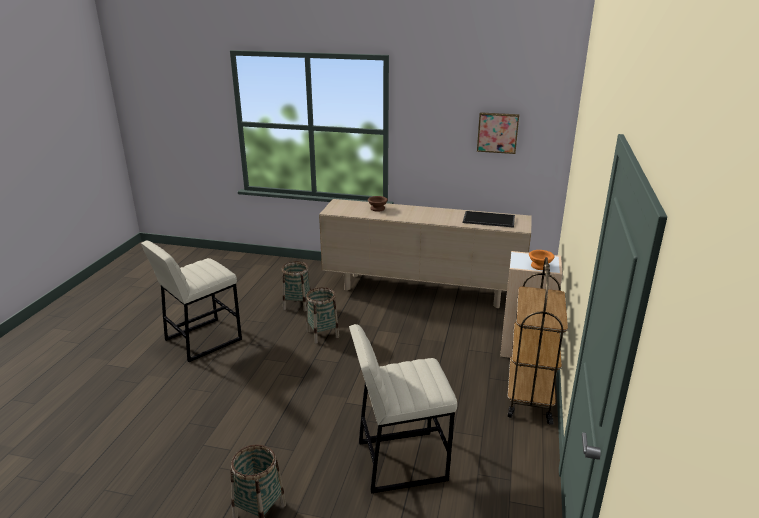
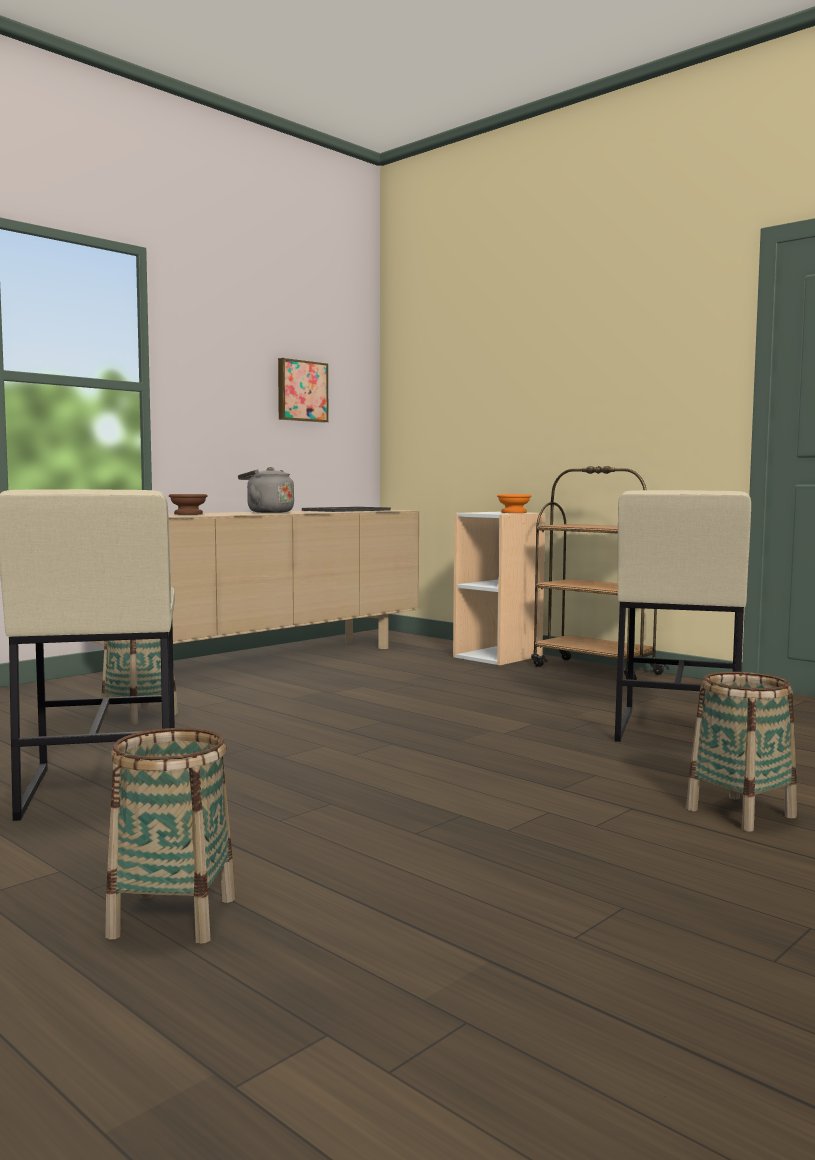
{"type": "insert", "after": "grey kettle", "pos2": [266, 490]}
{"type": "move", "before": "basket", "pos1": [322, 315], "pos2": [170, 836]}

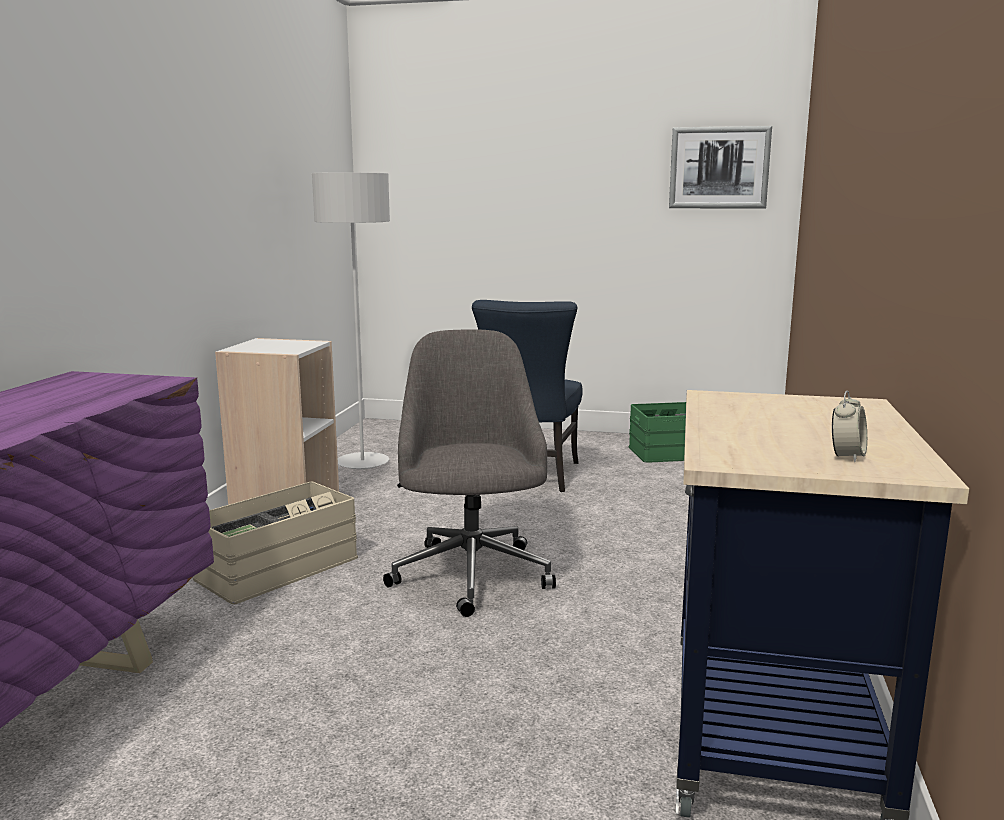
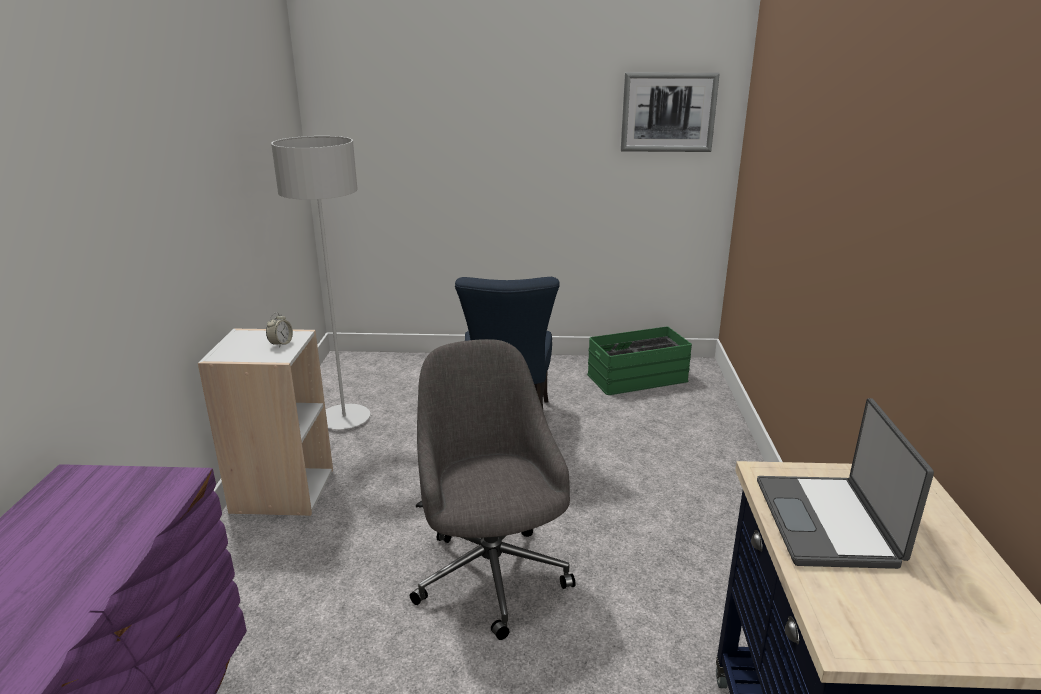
{"type": "delete", "before": "beige storage box", "pos1": [275, 543]}
{"type": "insert", "after": "laptop", "pos2": [845, 483]}
{"type": "move", "before": "alarm clock", "pos1": [849, 426], "pos2": [279, 330]}

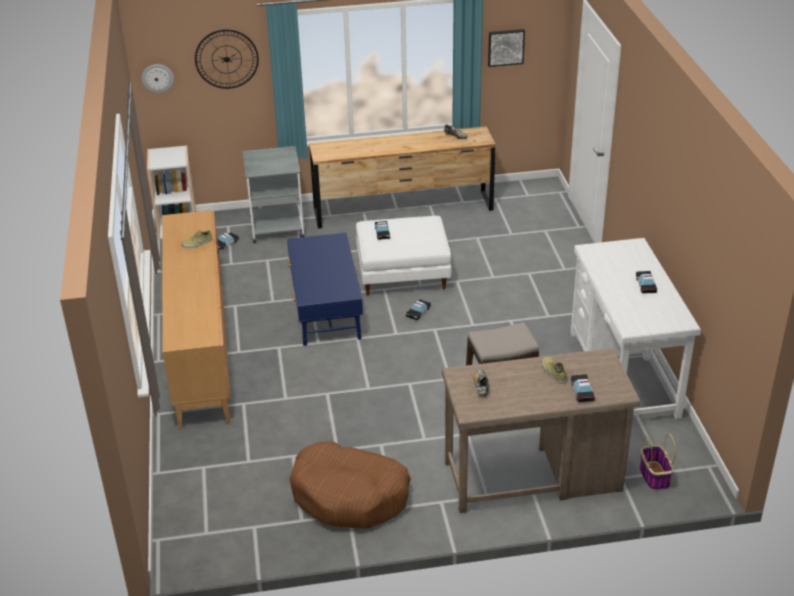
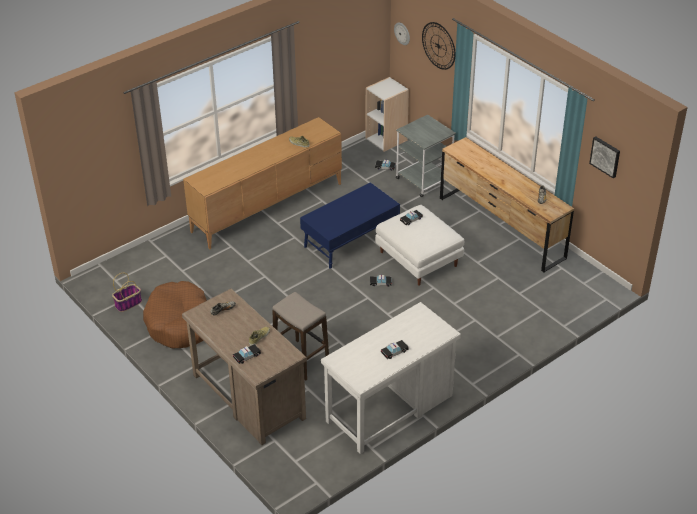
{"type": "move", "before": "basket", "pos1": [657, 462], "pos2": [127, 292]}

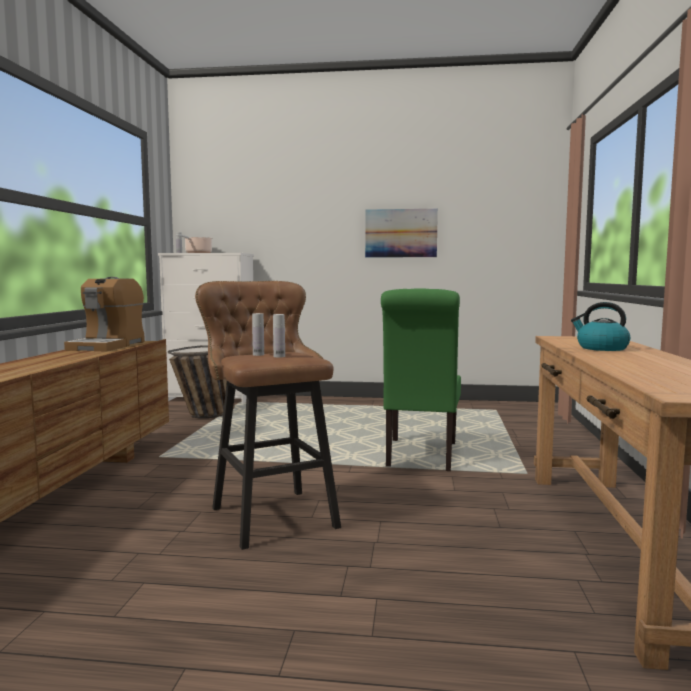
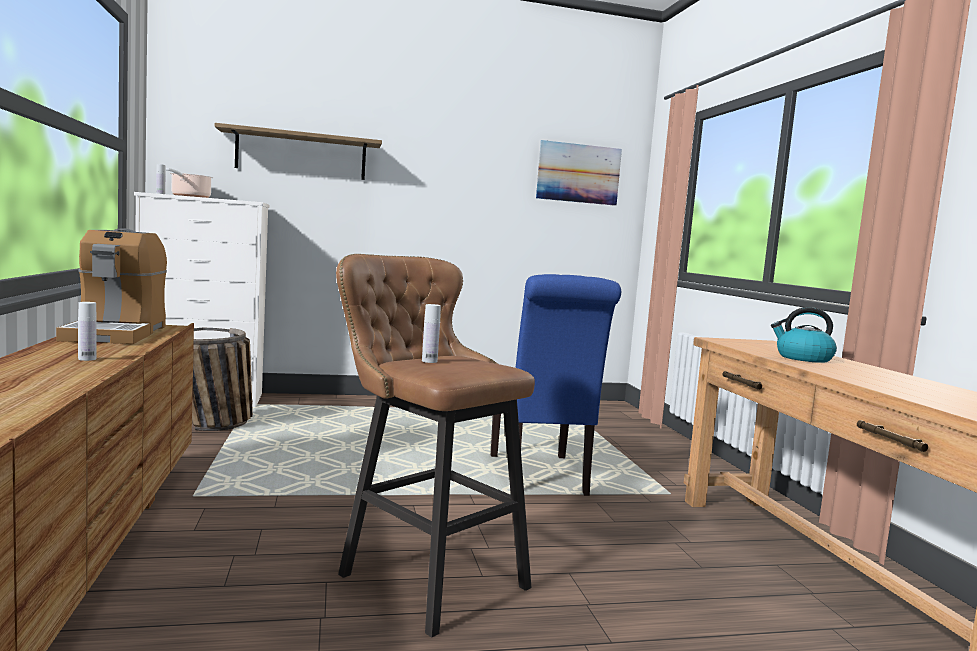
{"type": "insert", "after": "shelf", "pos2": [298, 151]}
{"type": "move", "before": "white bottle", "pos1": [279, 336], "pos2": [87, 331]}
{"type": "move", "before": "picture", "pos1": [401, 233], "pos2": [579, 173]}
{"type": "recolor", "before": "green chair", "after": "blue chair", "pos1": [421, 380], "pos2": [556, 385]}

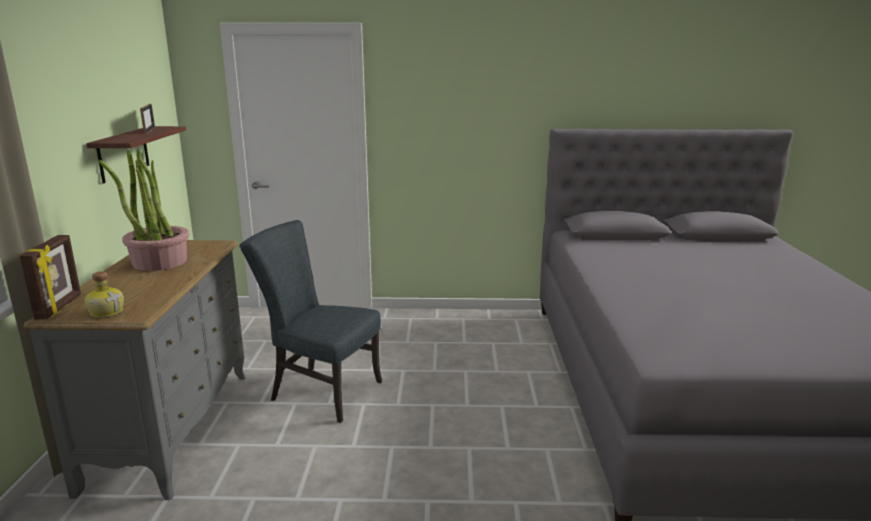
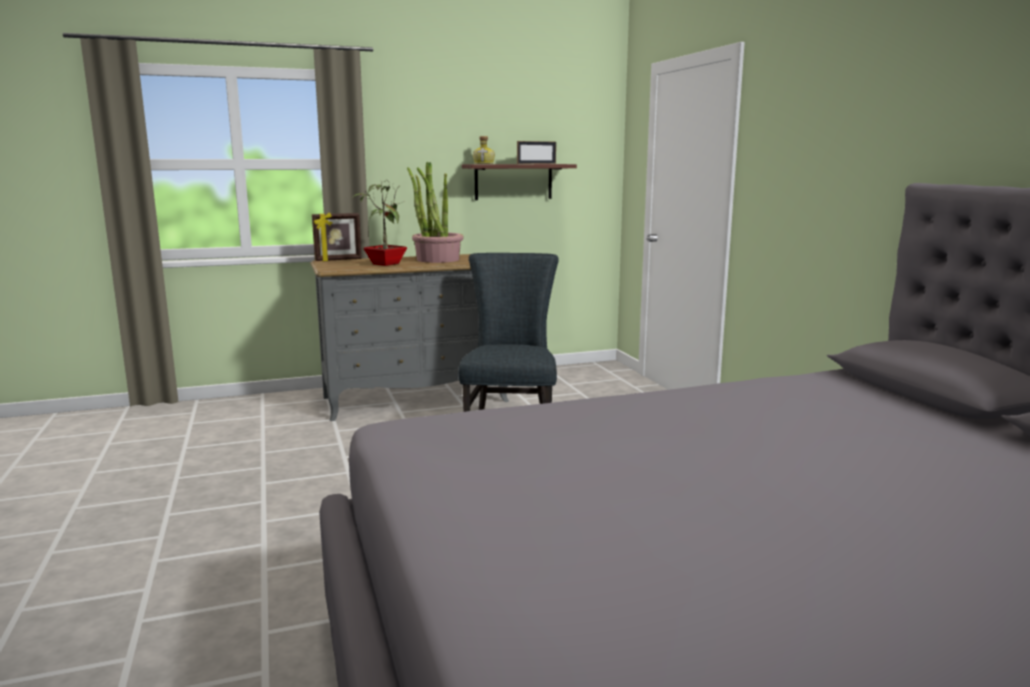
{"type": "insert", "after": "potted plant", "pos2": [379, 223]}
{"type": "move", "before": "bottle", "pos1": [104, 294], "pos2": [484, 150]}

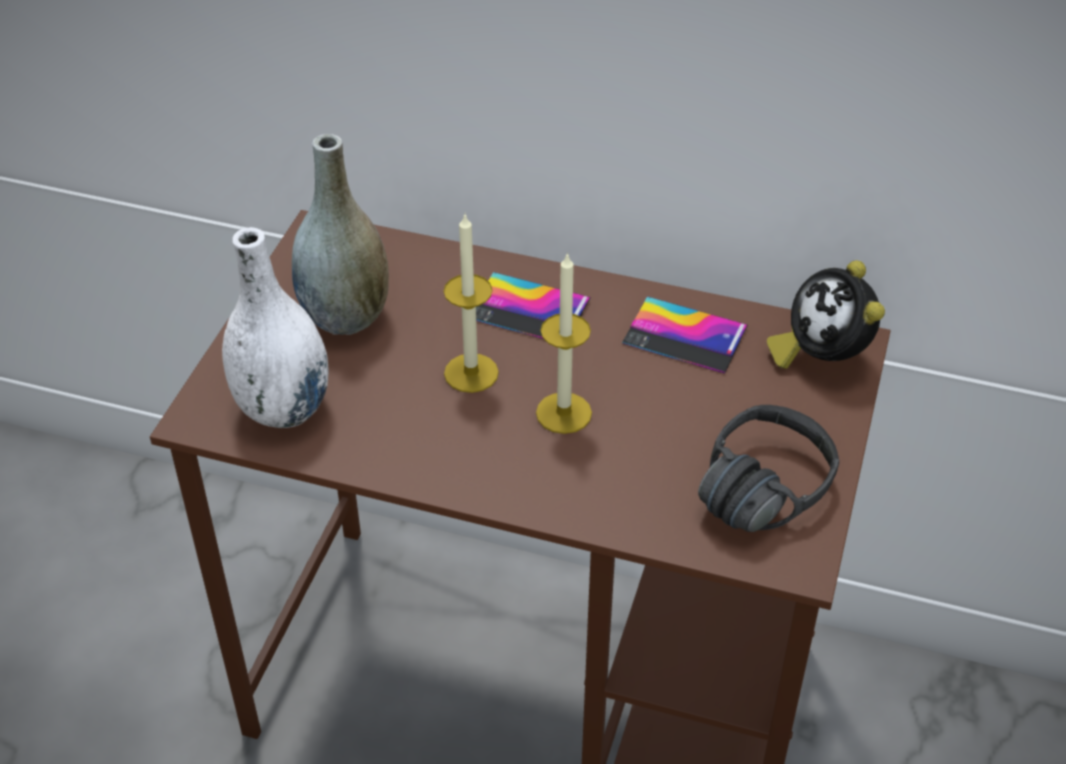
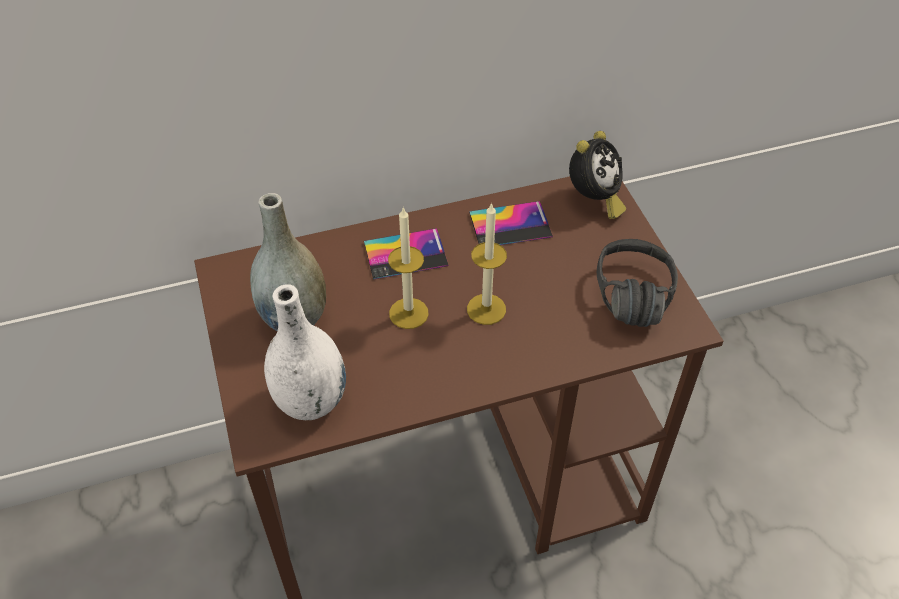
{"type": "rotate", "before": "alarm clock", "pos1": [826, 314], "pos2": [597, 175], "turn": -90}

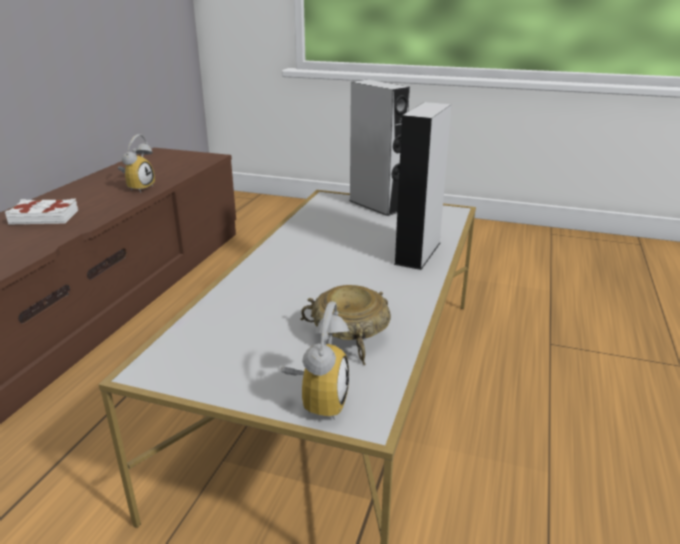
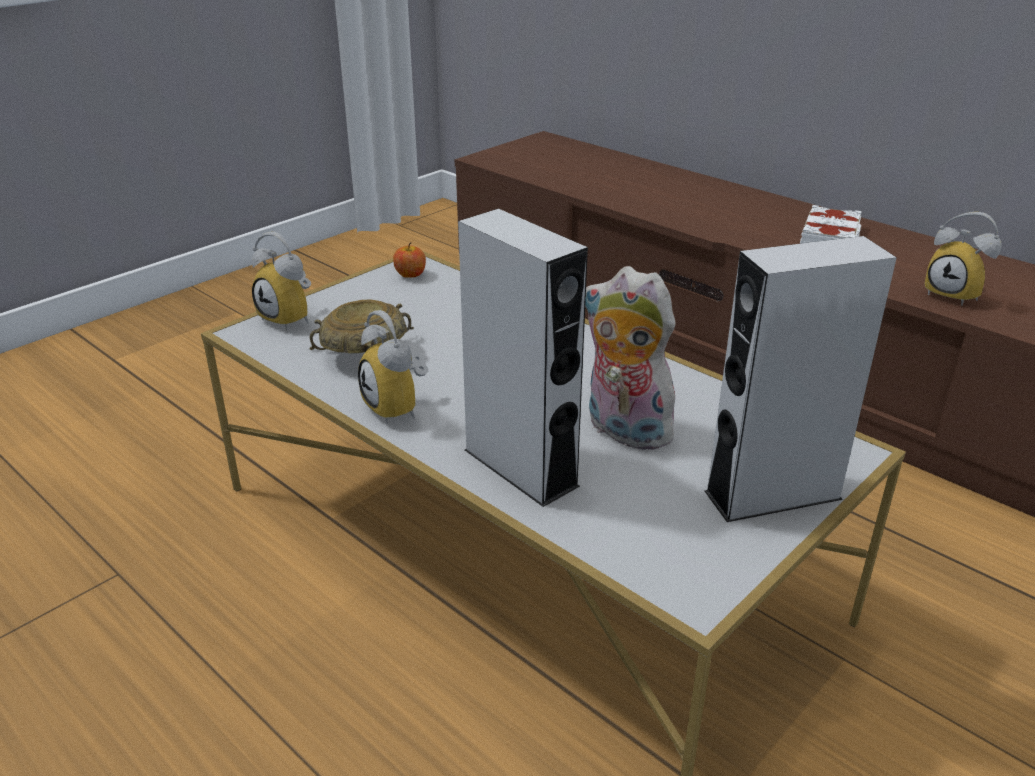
{"type": "insert", "after": "alarm clock", "pos2": [393, 367]}
{"type": "insert", "after": "apple", "pos2": [409, 260]}
{"type": "insert", "after": "plush toy", "pos2": [633, 358]}

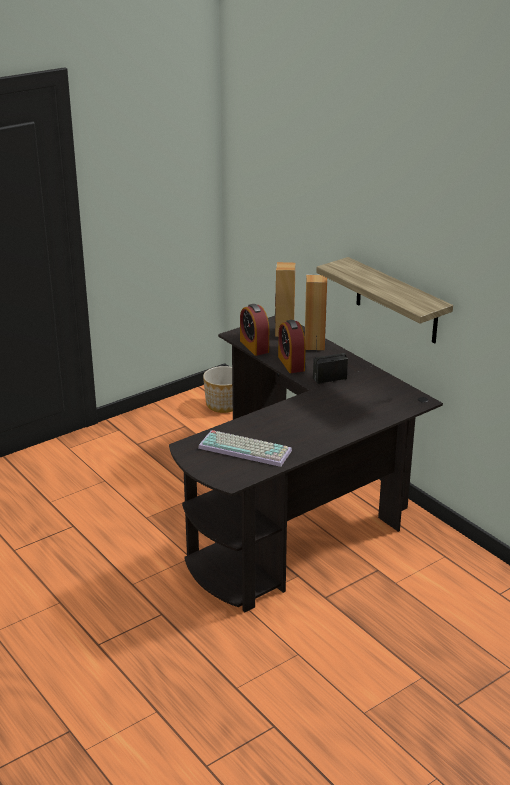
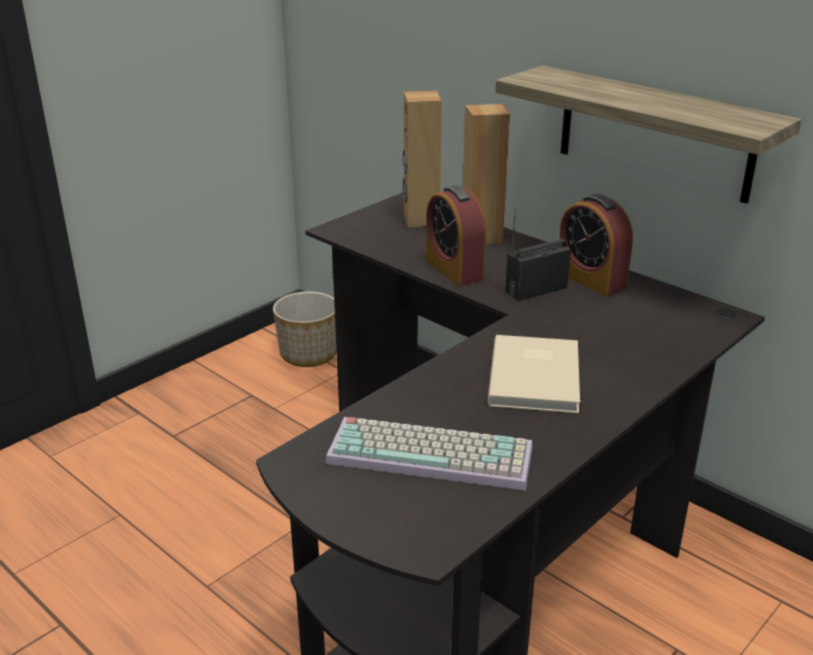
{"type": "insert", "after": "beige book", "pos2": [533, 374]}
{"type": "move", "before": "alarm clock", "pos1": [254, 330], "pos2": [596, 245]}

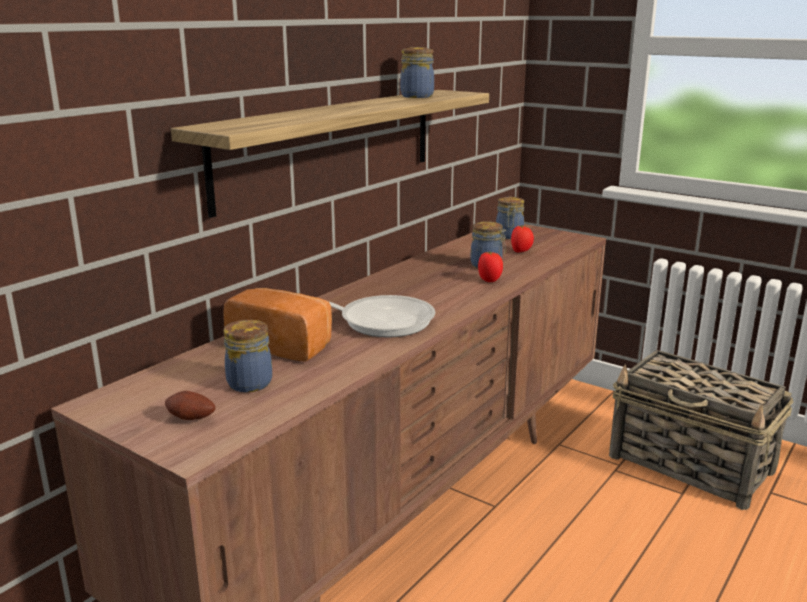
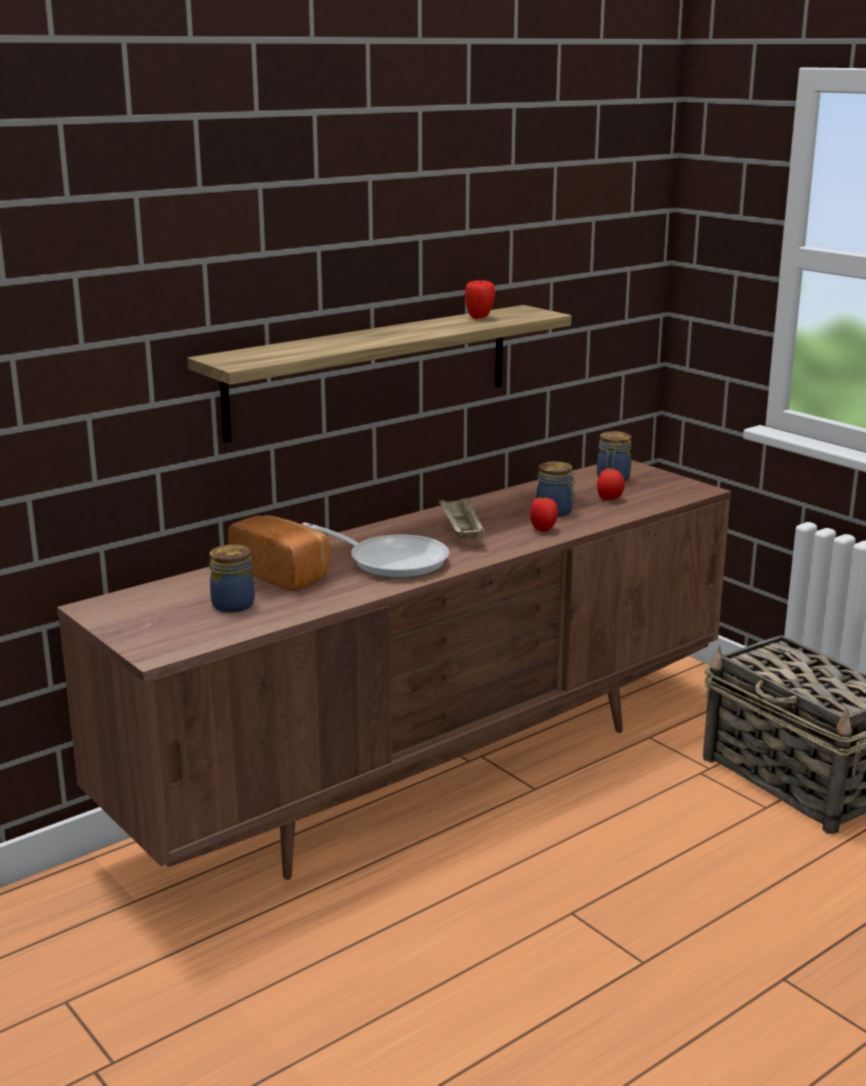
{"type": "delete", "before": "potato", "pos1": [190, 405]}
{"type": "insert", "after": "beige tray", "pos2": [462, 517]}
{"type": "replace", "before": "jar", "after": "apple", "pos1": [417, 72], "pos2": [480, 299]}

